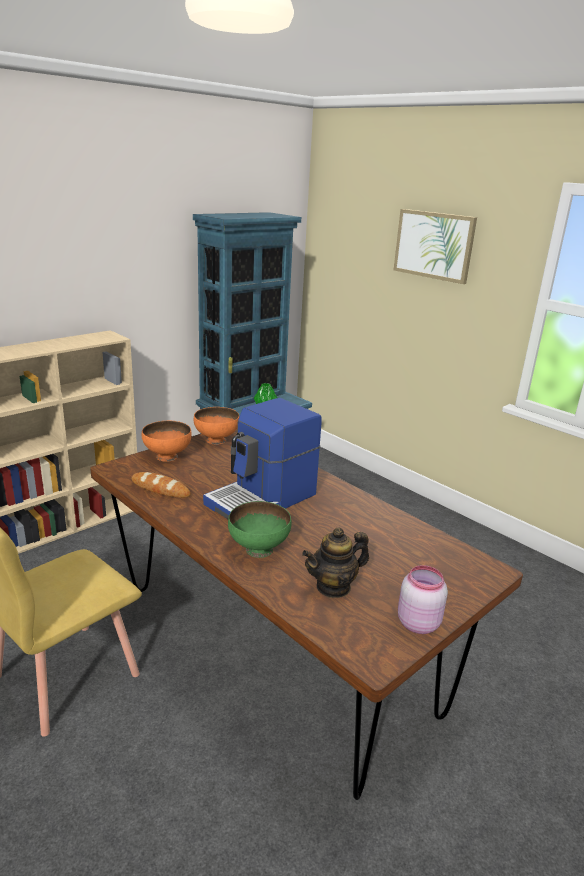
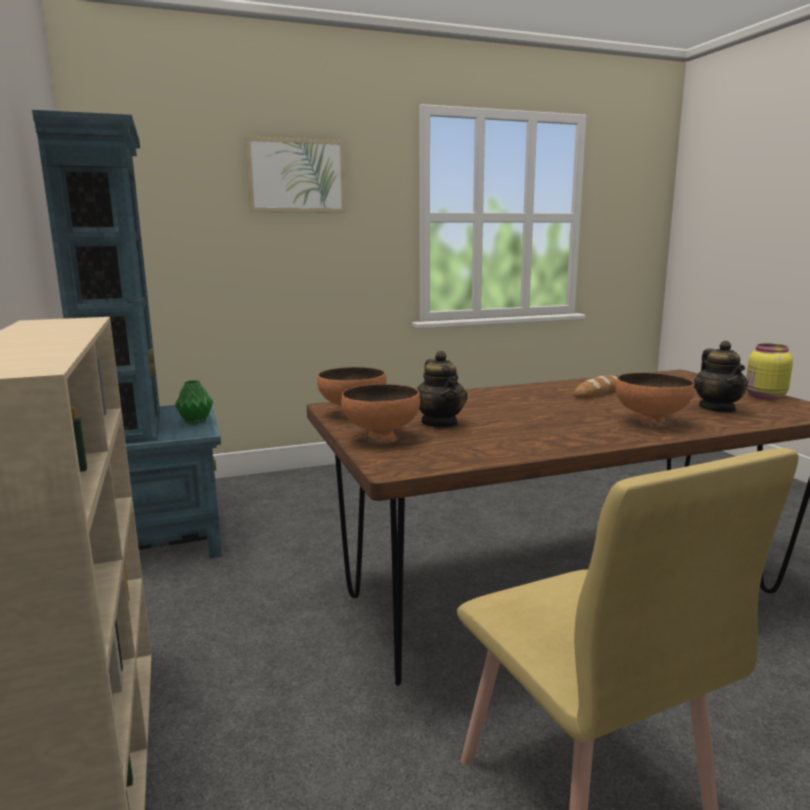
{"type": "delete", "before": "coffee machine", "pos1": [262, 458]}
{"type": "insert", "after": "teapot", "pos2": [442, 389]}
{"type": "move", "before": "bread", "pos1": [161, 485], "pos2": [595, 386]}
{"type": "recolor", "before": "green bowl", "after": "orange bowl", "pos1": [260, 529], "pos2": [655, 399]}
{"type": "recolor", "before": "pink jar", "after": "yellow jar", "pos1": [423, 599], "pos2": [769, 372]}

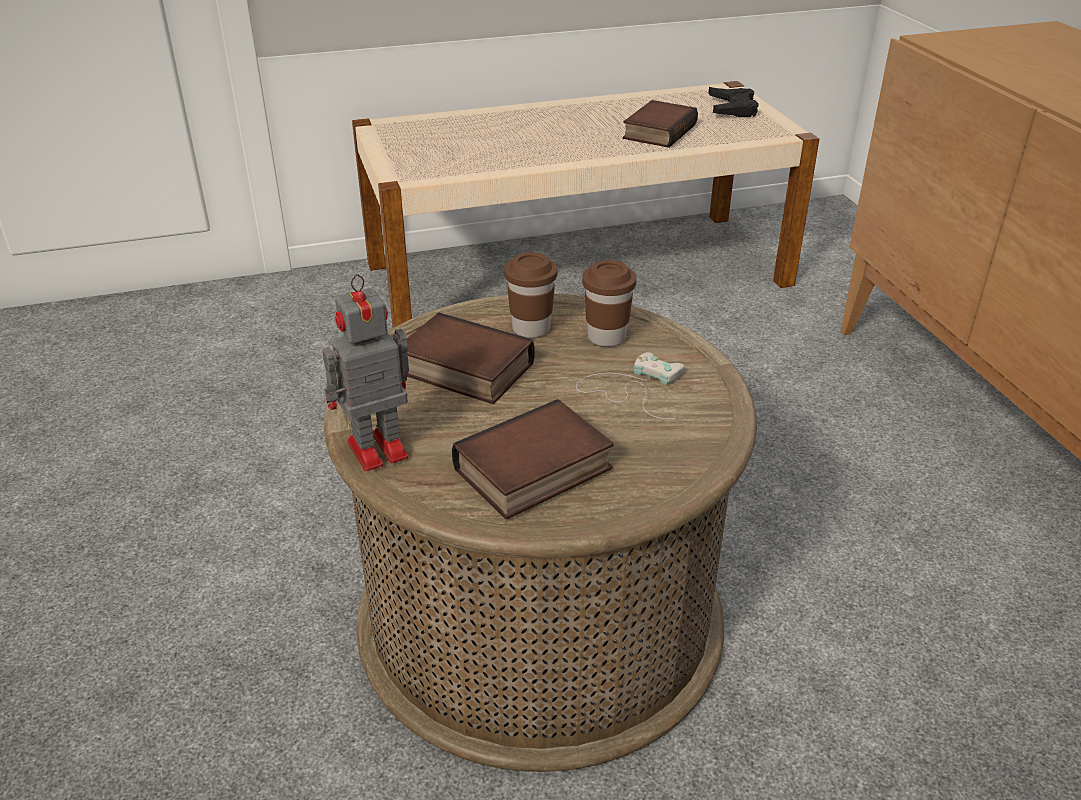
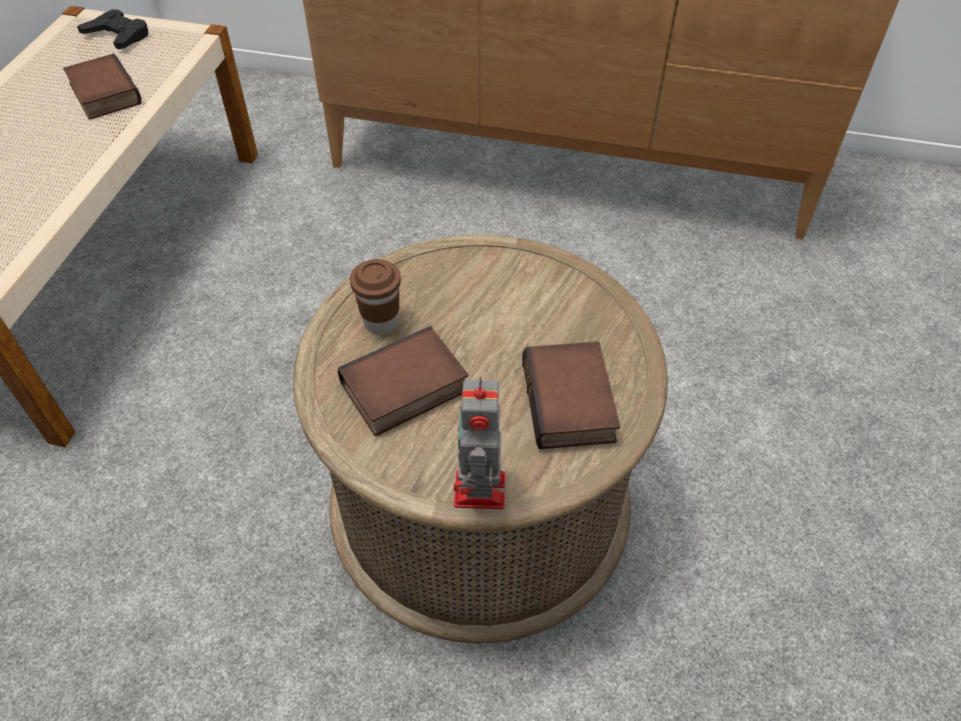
{"type": "delete", "before": "white game controller", "pos1": [630, 385]}
{"type": "delete", "before": "brown cup", "pos1": [609, 303]}

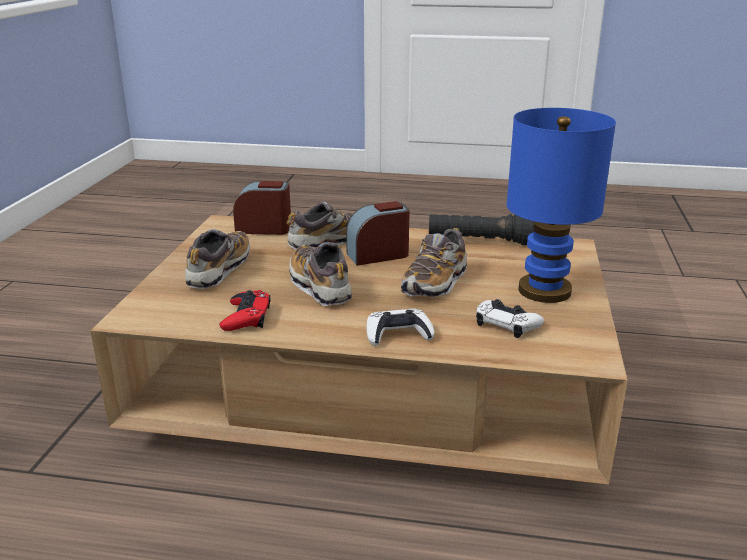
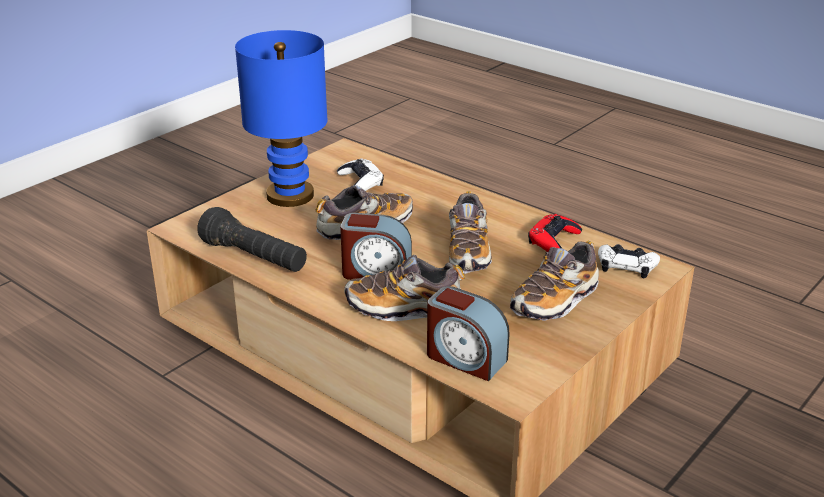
{"type": "move", "before": "white game controller", "pos1": [401, 327], "pos2": [629, 261]}

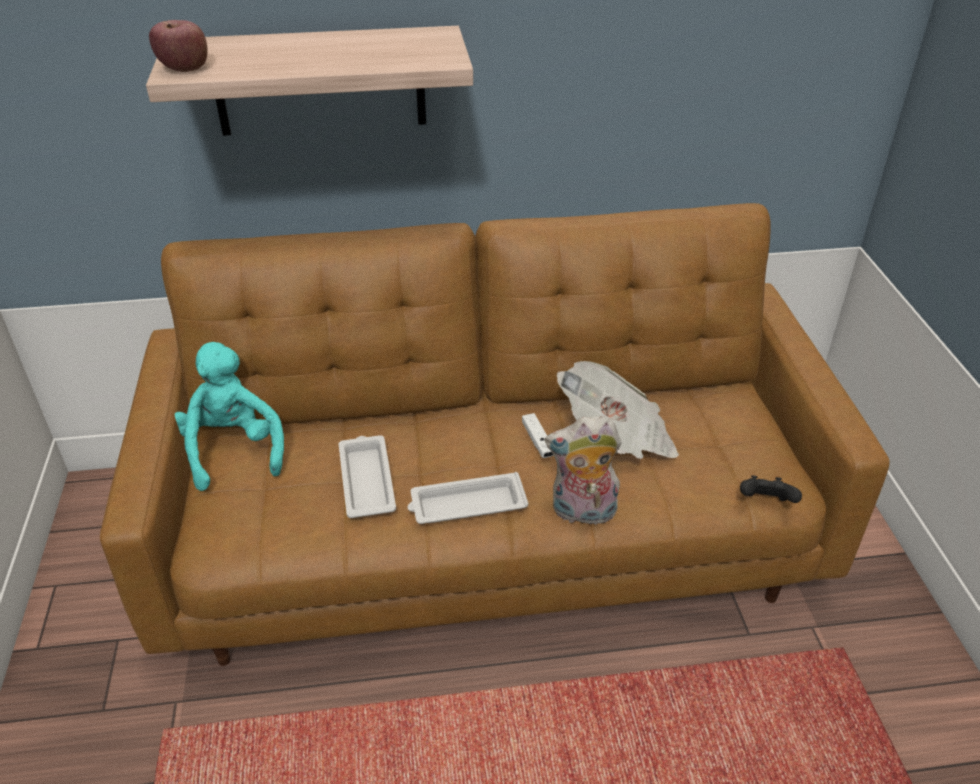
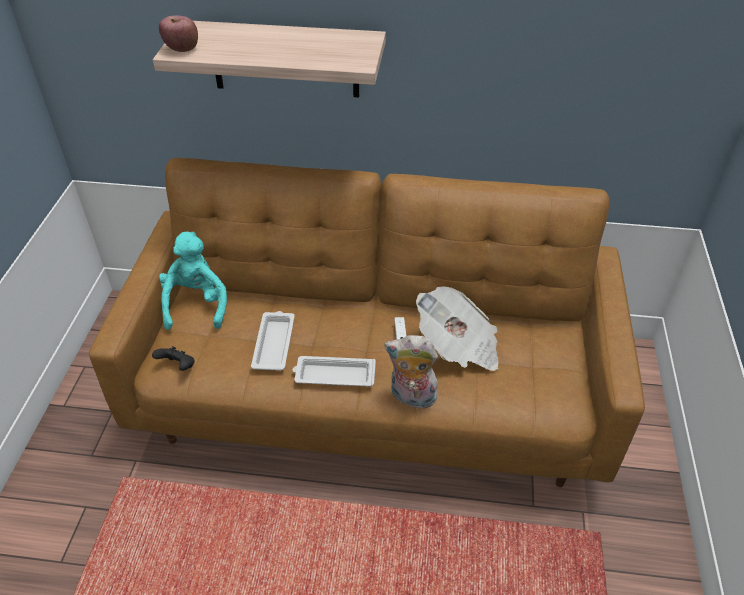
{"type": "move", "before": "black game controller", "pos1": [771, 489], "pos2": [173, 358]}

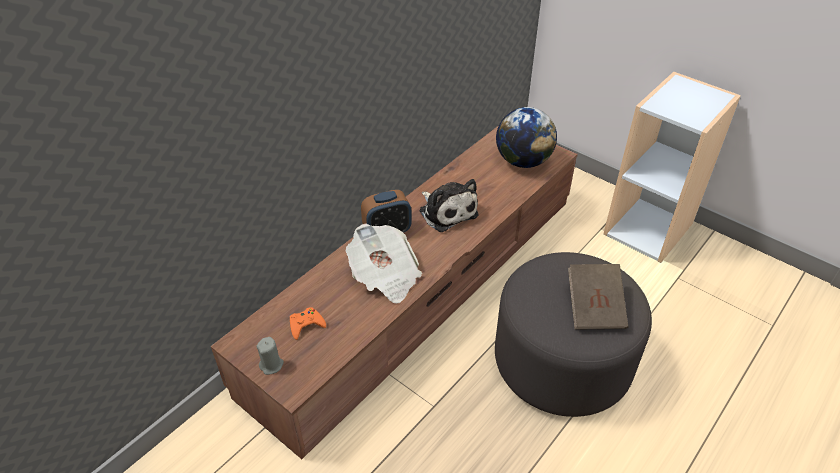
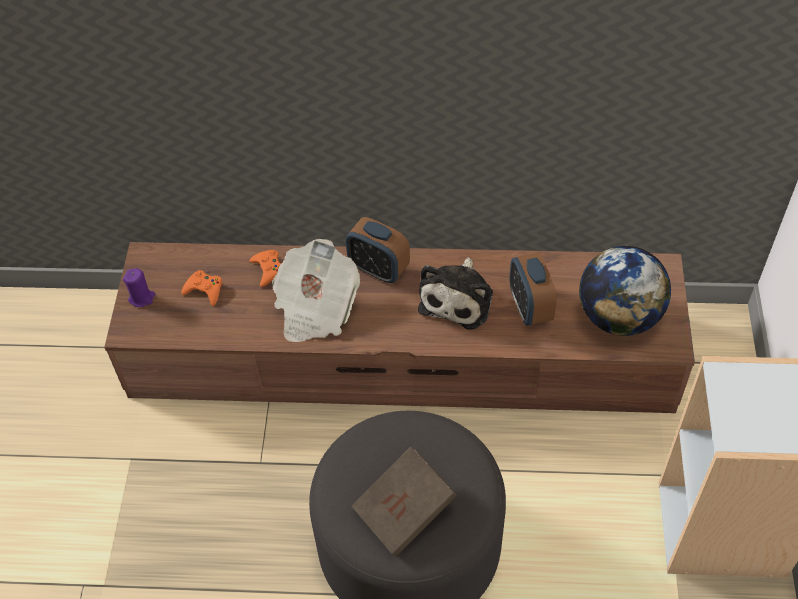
{"type": "insert", "after": "orange game controller", "pos2": [265, 268]}
{"type": "insert", "after": "alarm clock", "pos2": [533, 289]}
{"type": "recolor", "before": "grey candle", "after": "purple candle", "pos1": [270, 356], "pos2": [139, 287]}

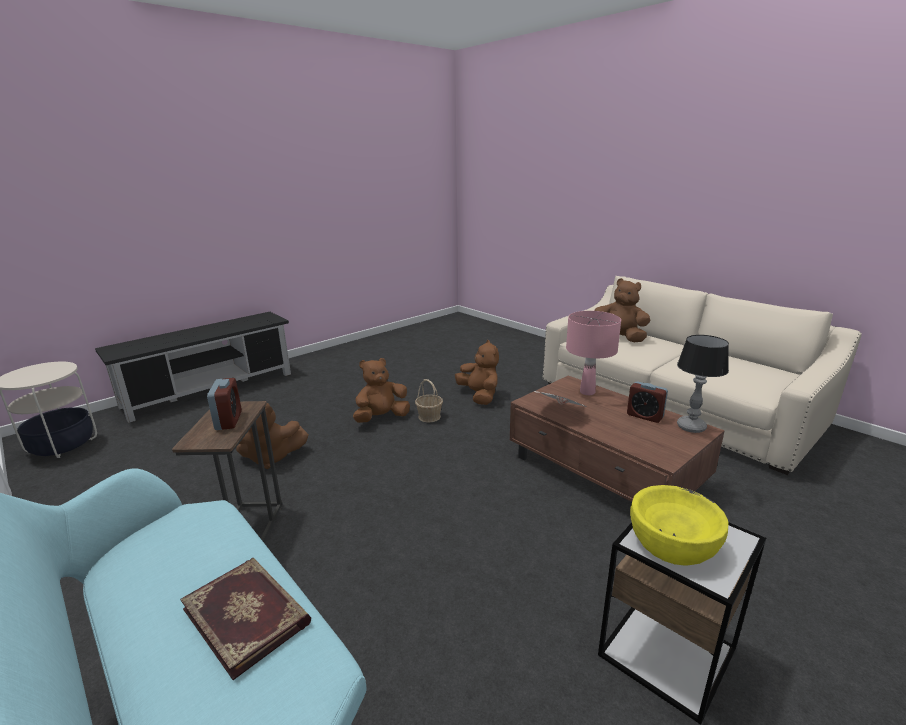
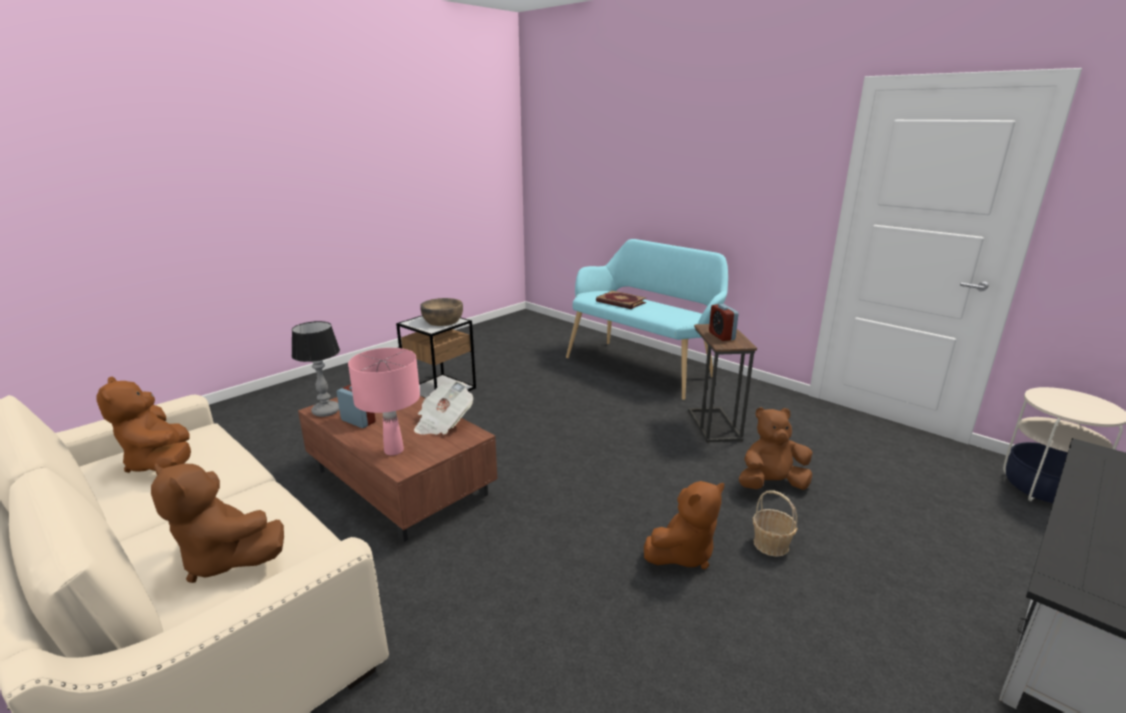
{"type": "move", "before": "basket", "pos1": [429, 401], "pos2": [775, 523]}
{"type": "move", "before": "brown plush toy", "pos1": [477, 372], "pos2": [143, 425]}
{"type": "recolor", "before": "yellow bowl", "after": "brown bowl", "pos1": [679, 525], "pos2": [441, 312]}

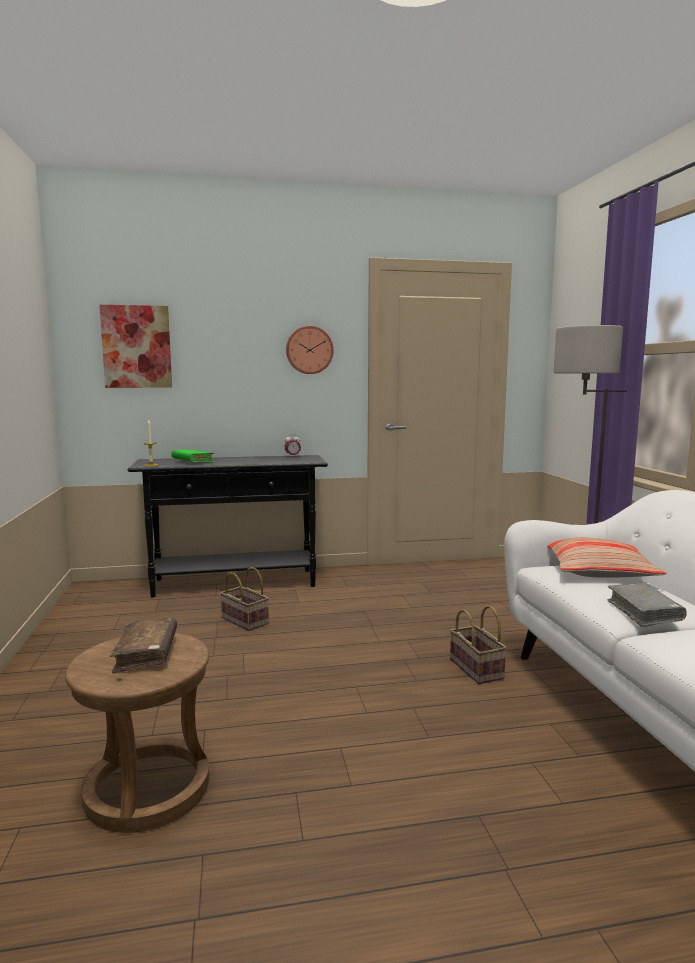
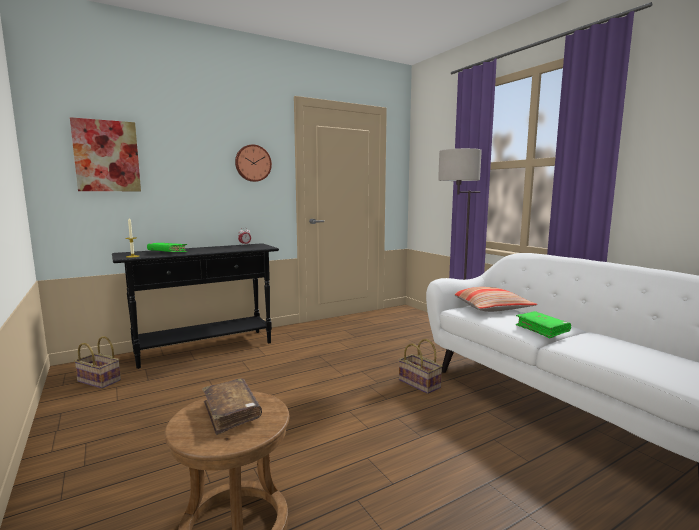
{"type": "move", "before": "basket", "pos1": [244, 599], "pos2": [97, 362]}
{"type": "recolor", "before": "grey book", "after": "green book", "pos1": [647, 605], "pos2": [543, 324]}

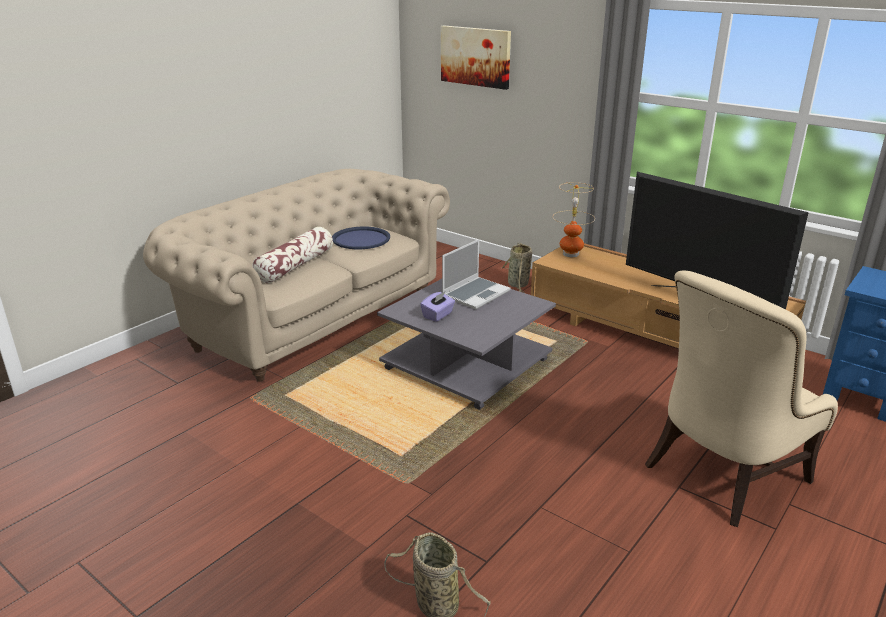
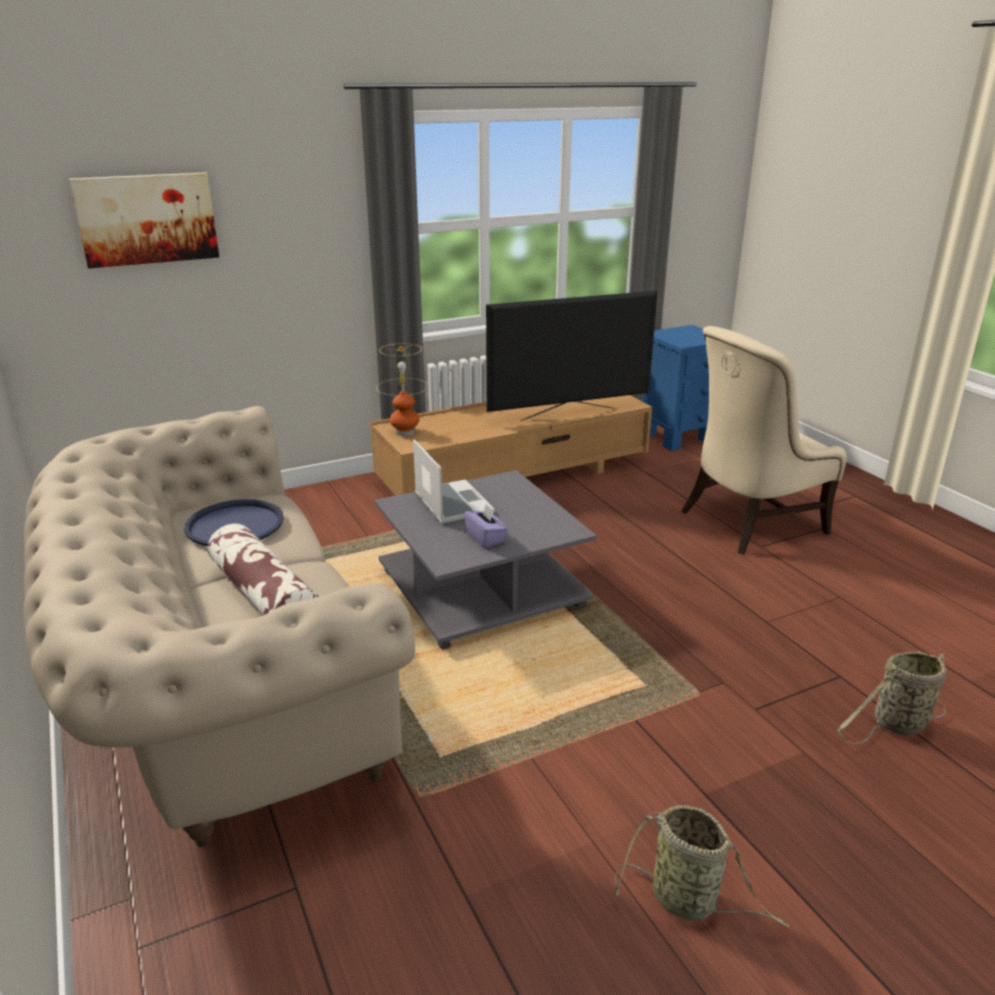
{"type": "move", "before": "basket", "pos1": [517, 267], "pos2": [702, 866]}
{"type": "rotate", "before": "beige chair", "pos1": [741, 399], "pos2": [763, 440], "turn": 75}

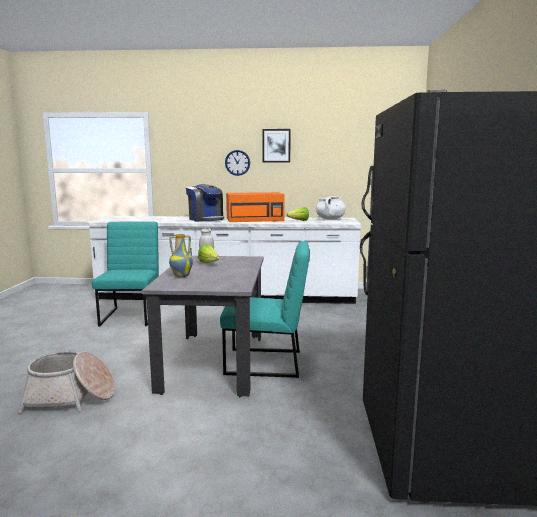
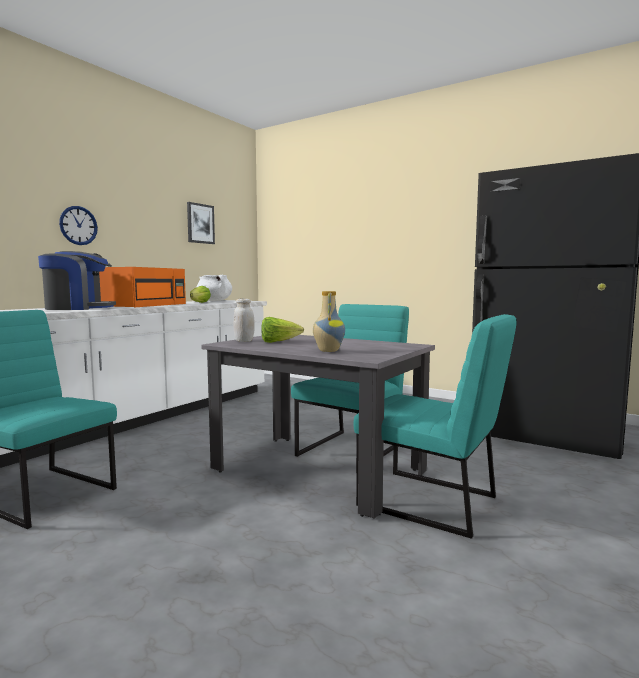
{"type": "delete", "before": "basket", "pos1": [67, 382]}
{"type": "insert", "after": "turquoise chair", "pos2": [435, 426]}
{"type": "move", "before": "picture", "pos1": [276, 146], "pos2": [201, 223]}

